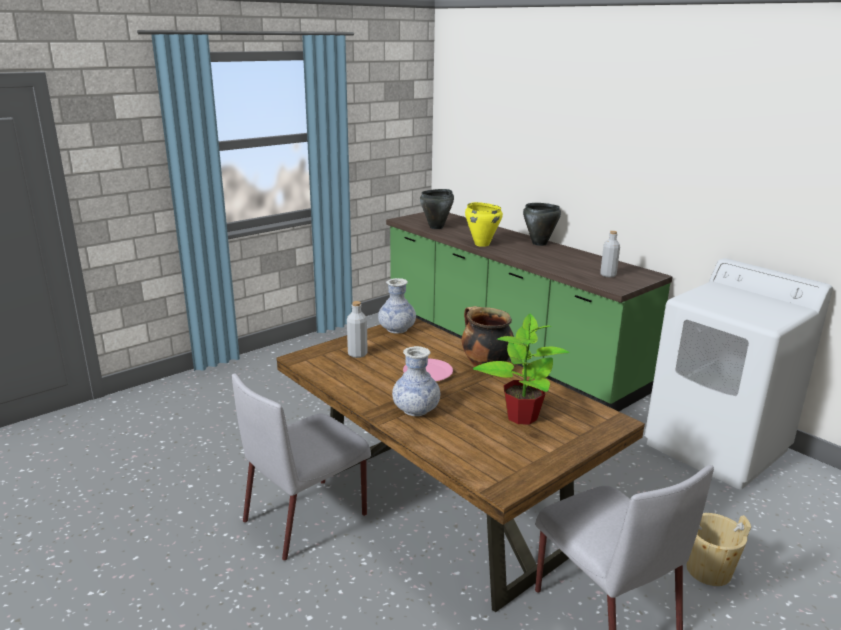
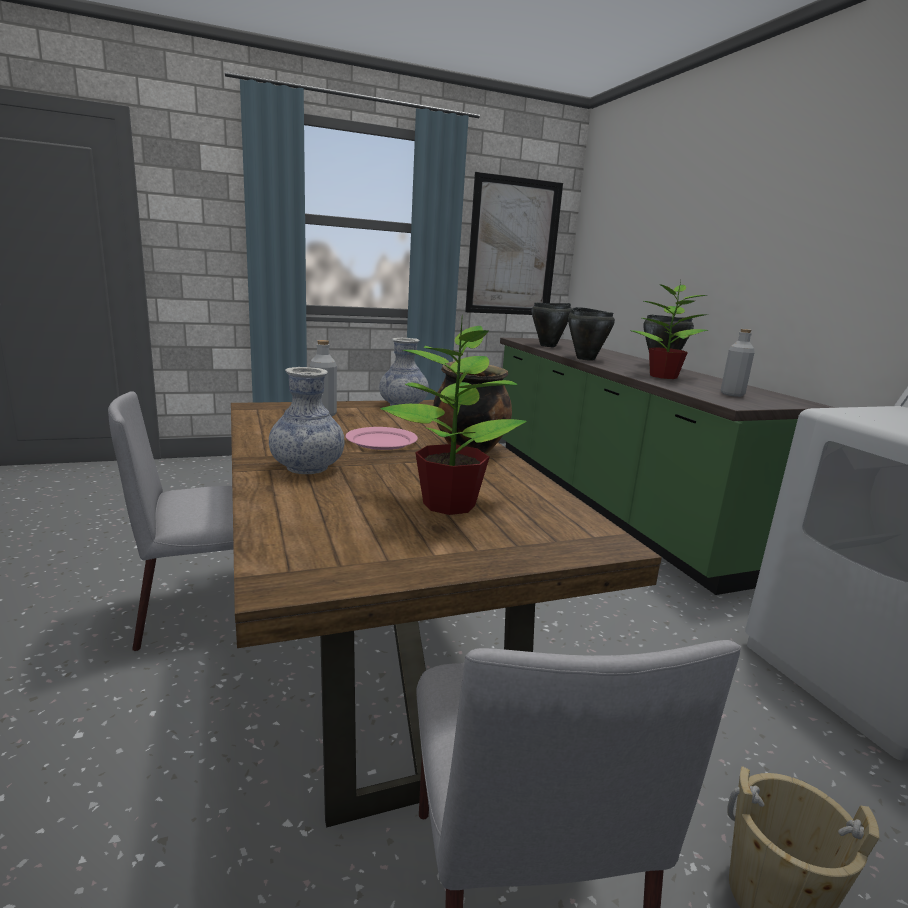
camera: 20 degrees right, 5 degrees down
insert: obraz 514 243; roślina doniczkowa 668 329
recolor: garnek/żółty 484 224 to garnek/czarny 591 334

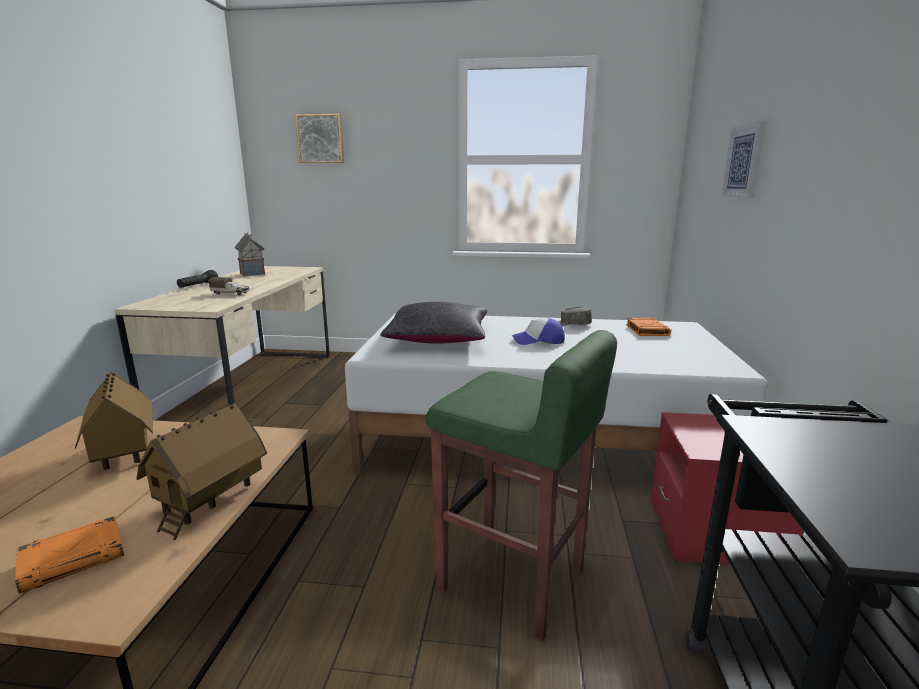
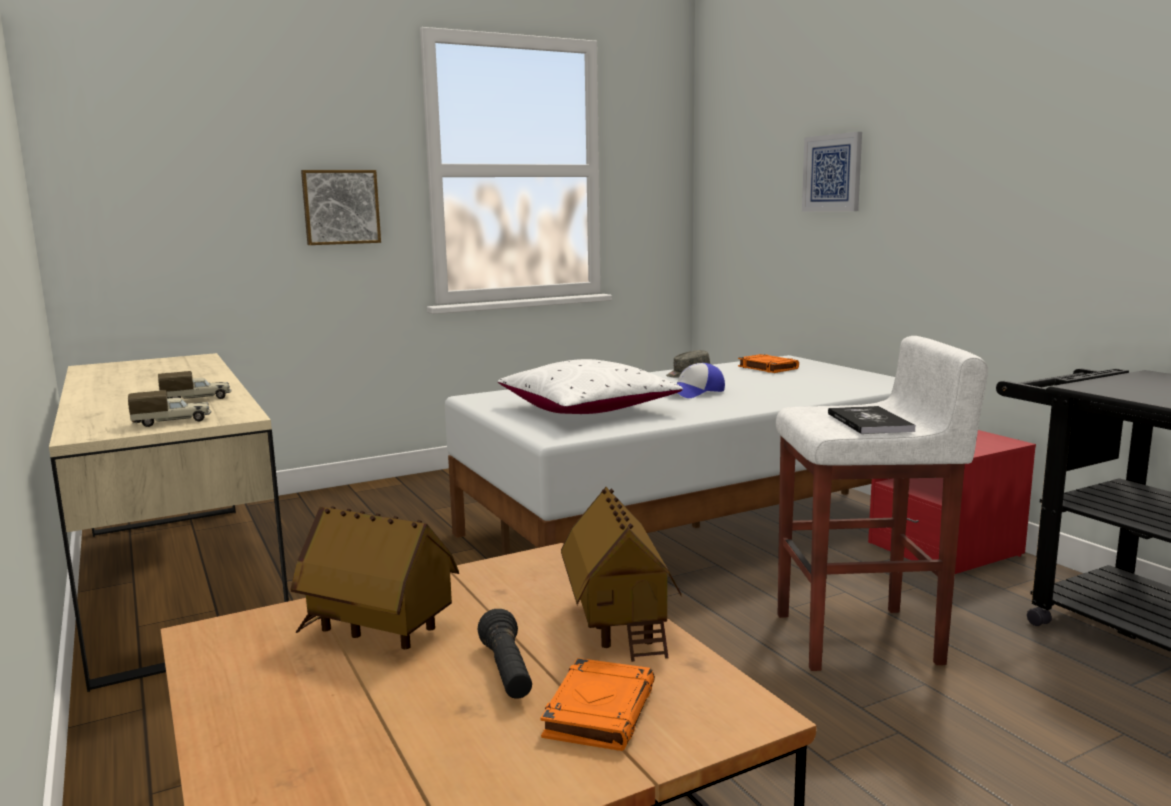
camera: 35 degrees left, 5 degrees down
delete: domek 250 255
insert: ciężarówka zabawkowa 169 408; książka 872 420
move: obraz 319 138 to 341 207; latarka/czarny 197 279 to 504 654
recolor: poduszka/czarny 433 323 to poduszka/biały 590 386; stołek/zielony 521 485 to stołek/biały 882 503

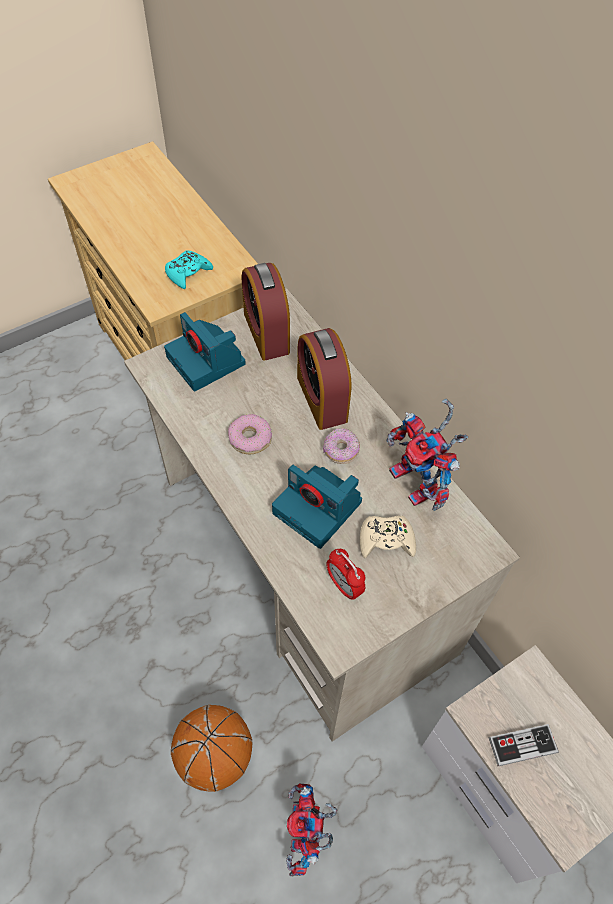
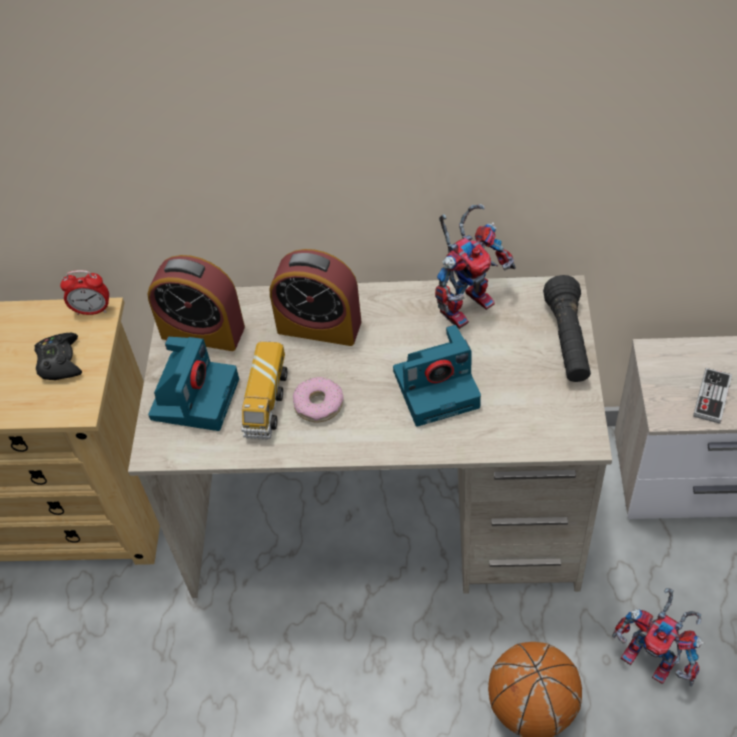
camera: 50 degrees left, 5 degrees down
delete: donut 341 446; pad do gier/beżowy 388 537
insert: latarka/czarny 567 328; ciężarówka zabawkowa 264 390
move: budzik 345 574 to 84 292
recolor: pad do gier/turkusowy 189 269 to pad do gier/czarny 58 356
rotate: aparat fotograficzny 205 351 = 193 384 75 degrees counterclockwise; robot zabawkowy 427 454 = 475 266 45 degrees counterclockwise

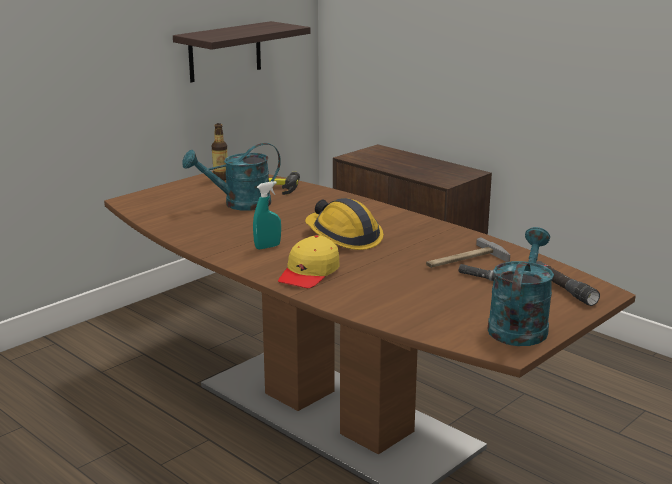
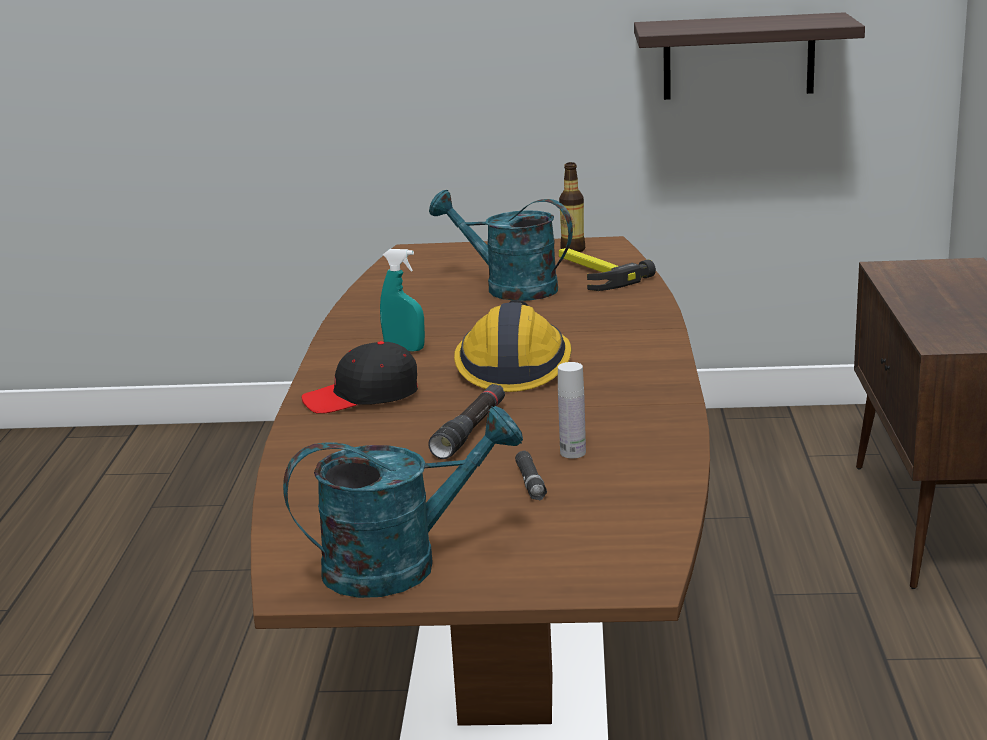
camera: 50 degrees right, 0 degrees up
move: latarka/czarny 568 283 to 466 421
replace: młotek 468 252 to butelka/biały 572 410
recolor: czapka z daszkiem/żółty 309 261 to czapka z daszkiem/czarny 360 377

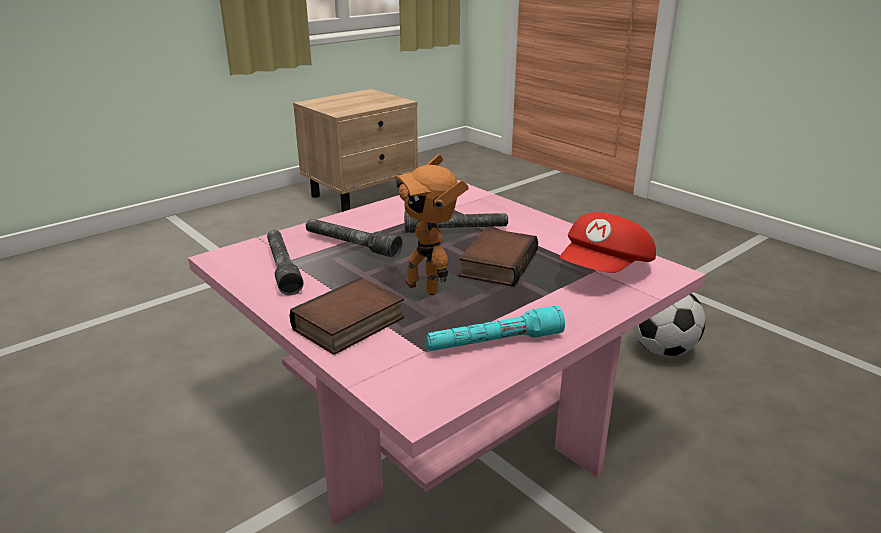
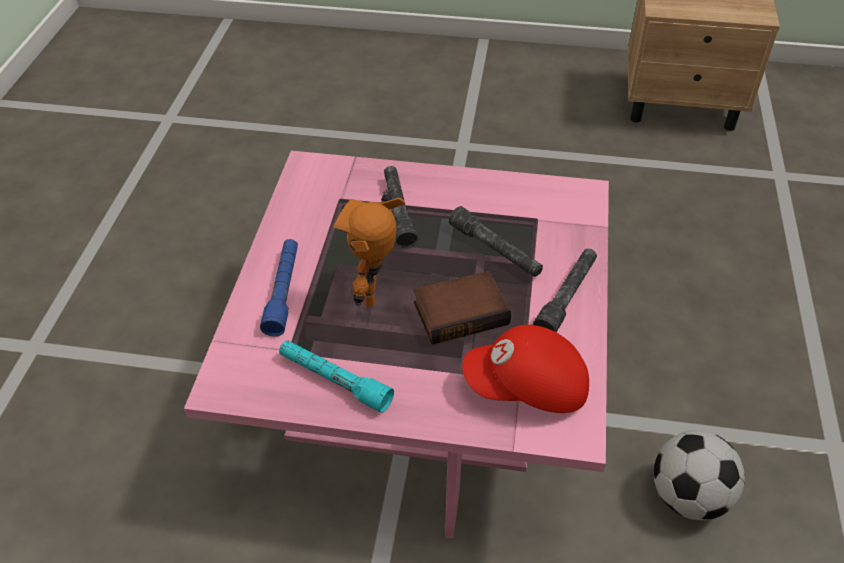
camera: 50 degrees right, 20 degrees up
move: latarka/szary 285 262 to 565 290
replace: książka 346 316 to latarka/niebieski 279 287

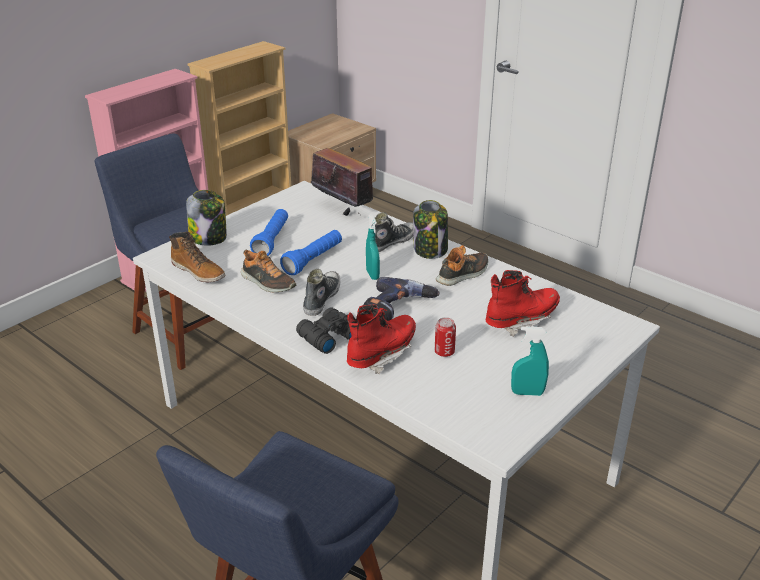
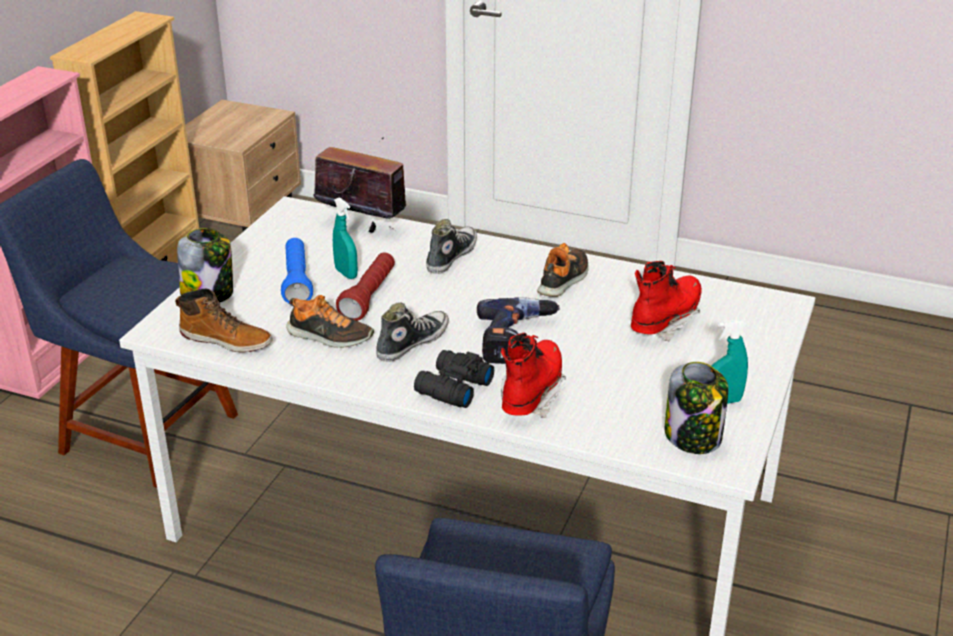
camera: 20 degrees left, 0 degrees up
delete: puszka 445 337
move: słoik 430 229 to 696 408; spryskiwacz/turkusowy 373 247 to 345 238
recolor: latarka/niebieski 311 252 to latarka/czerwony 365 287
rotate: but 321 292 = 412 332 45 degrees clockwise

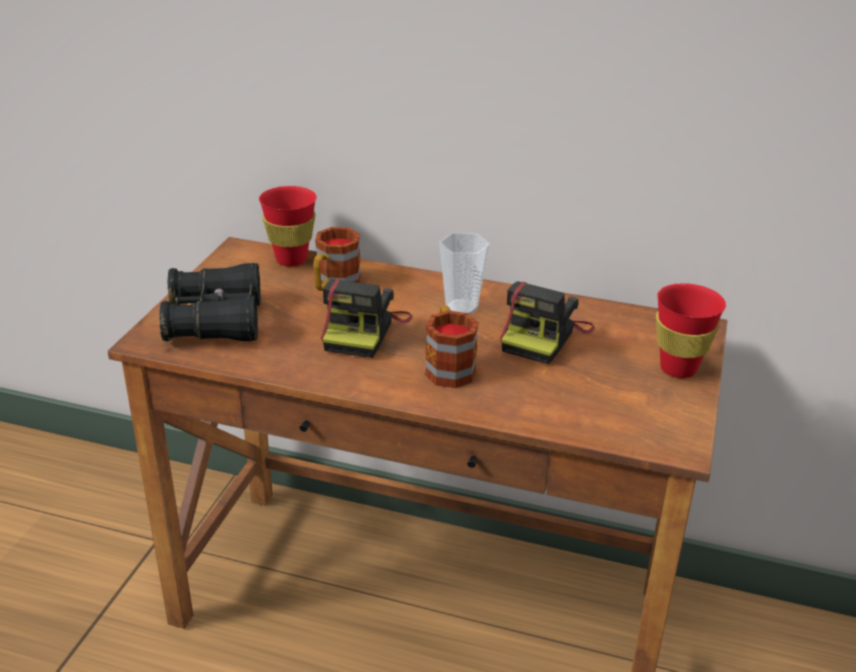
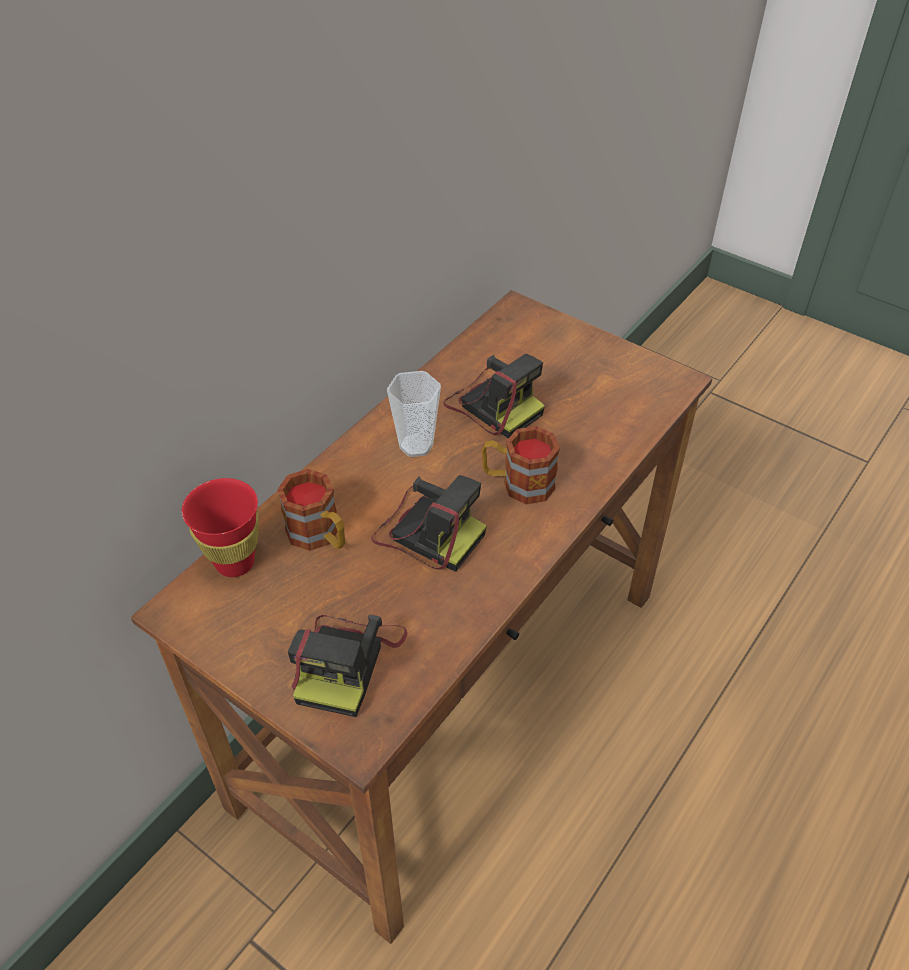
camera: 70 degrees left, 15 degrees up
delete: filiżanka/czerwony 691 330
replace: lornetka/czarny 209 302 to aparat fotograficzny 347 666

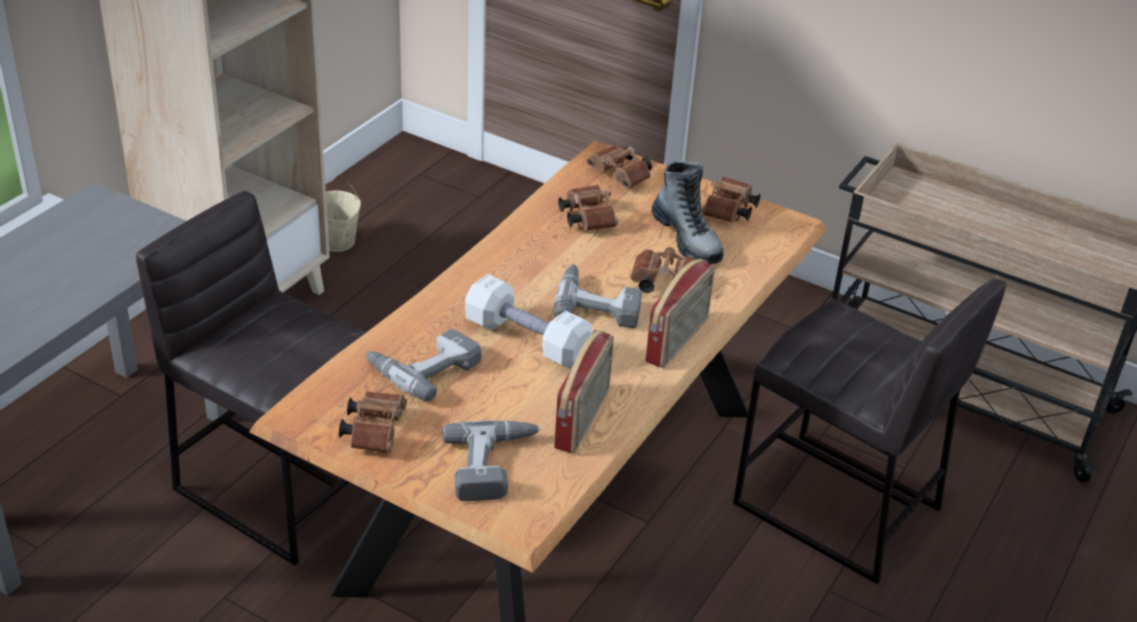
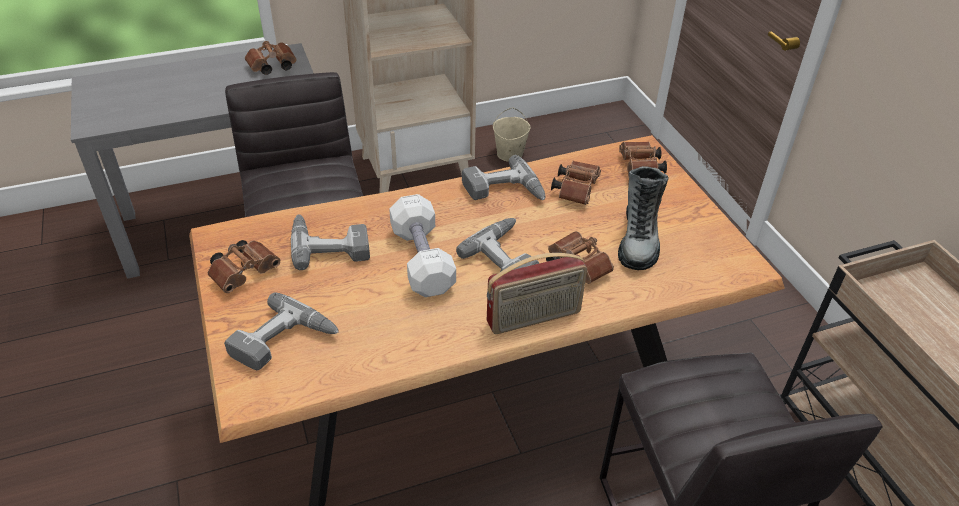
camera: 40 degrees right, 5 degrees up
delete: radio 584 391
insert: wiertarka 504 177
move: lornetka/brązowy 731 199 to 270 58

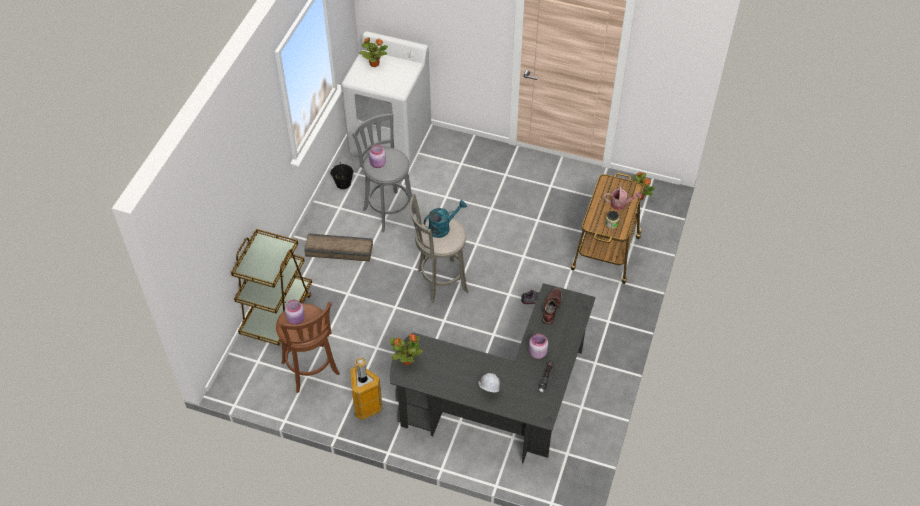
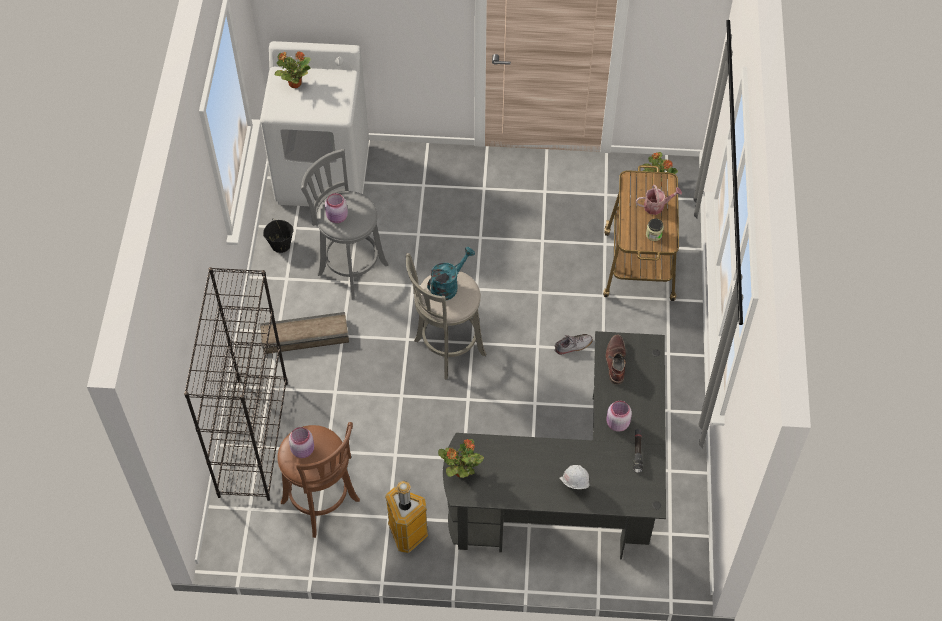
camera: 15 degrees left, 5 degrees up
replace: wózek/brązowy 271 287 to regał/czarny 236 384

